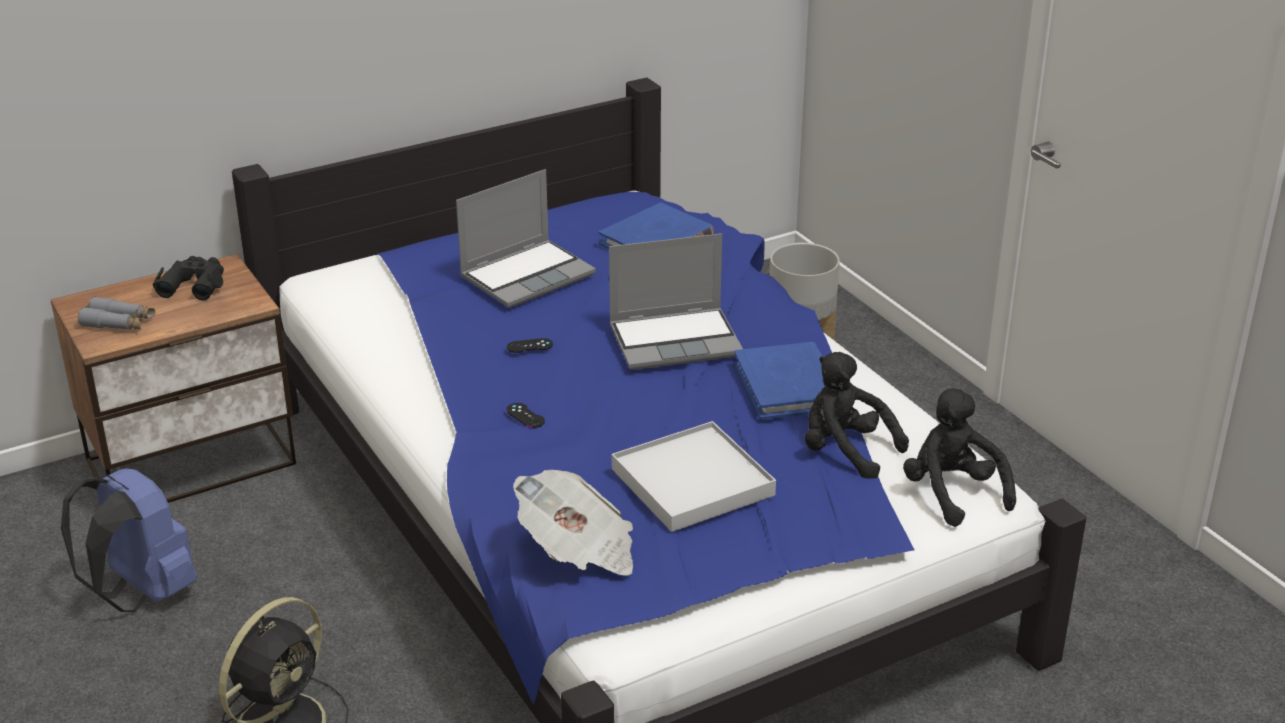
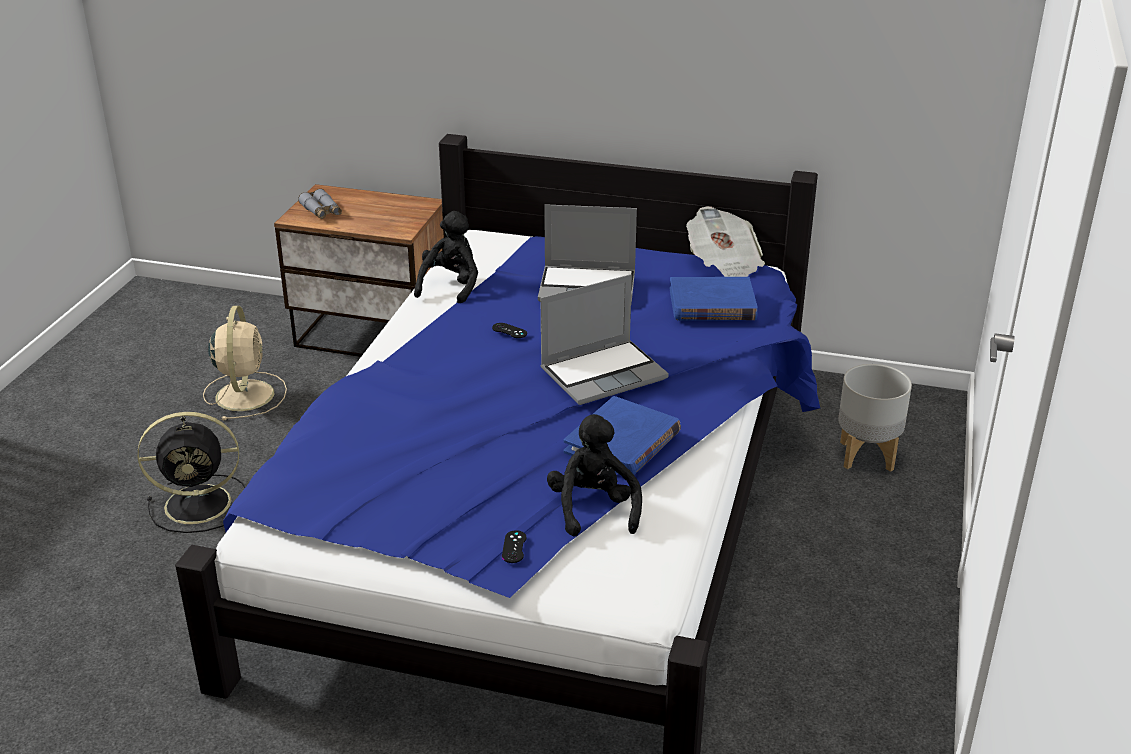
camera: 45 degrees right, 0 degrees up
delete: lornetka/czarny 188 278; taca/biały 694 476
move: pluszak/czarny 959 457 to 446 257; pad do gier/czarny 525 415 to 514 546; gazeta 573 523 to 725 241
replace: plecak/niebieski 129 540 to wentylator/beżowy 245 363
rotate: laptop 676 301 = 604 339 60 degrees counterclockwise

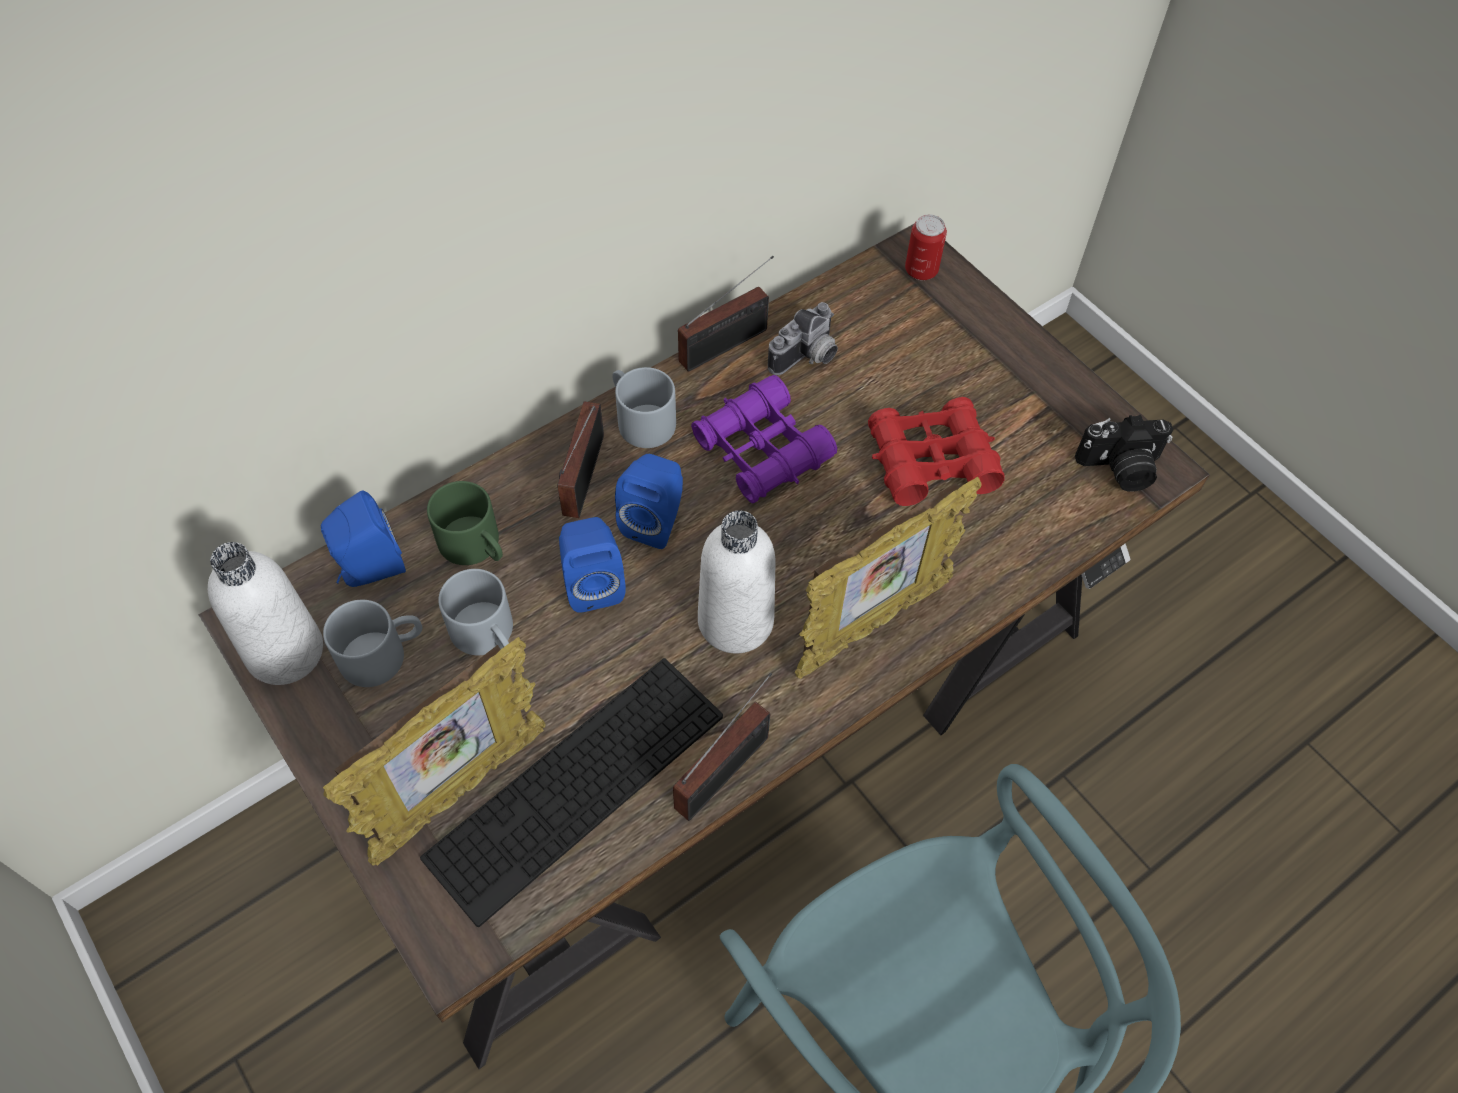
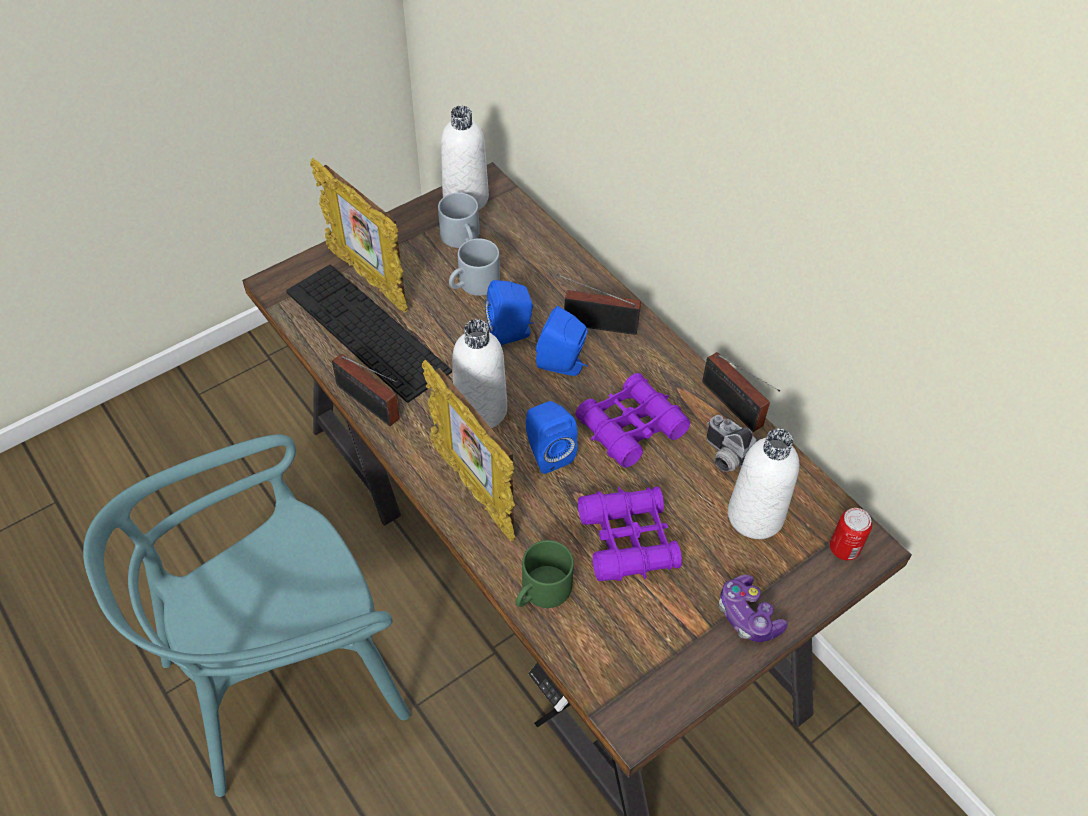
camera: 90 degrees right, 5 degrees down
delete: kubek/szary 644 407; aparat fotograficzny 1124 453
insert: butelka/biały 763 484; pad do gier 753 608
move: kubek/zielony 465 523 to 545 574; głośnik/niebieski 363 538 to 551 437
recolor: lornetka/czerwony 936 451 to lornetka/fioletowy 630 533

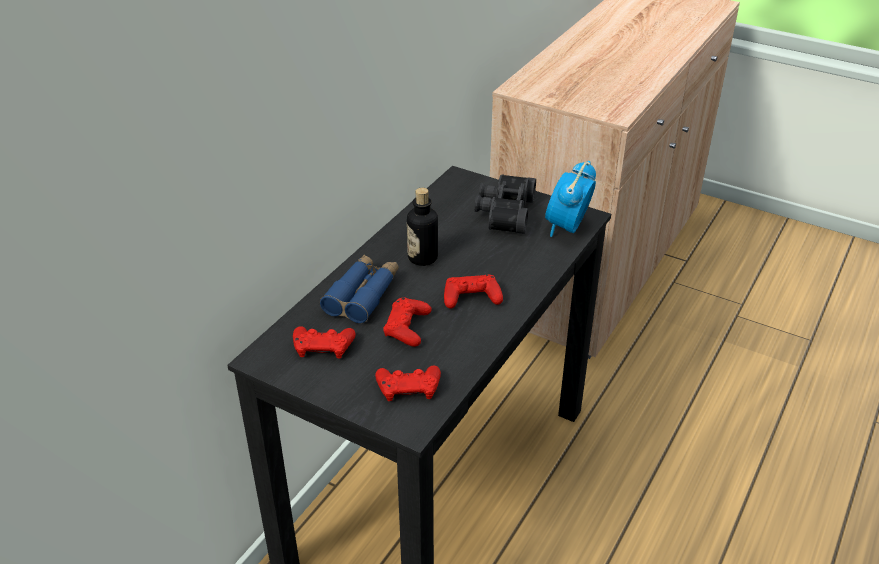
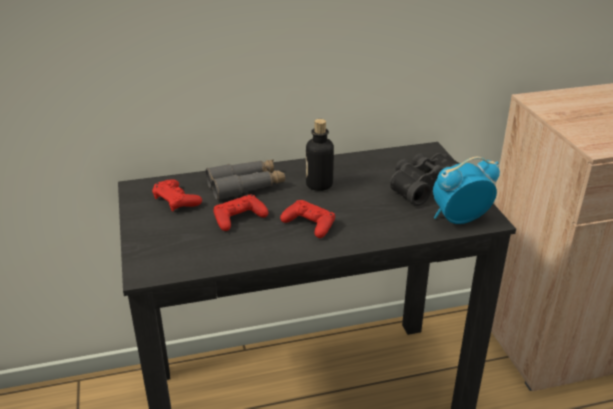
camera: 45 degrees right, 5 degrees down
delete: pad do gier/czerwony 408 383
recolor: lornetka/niebieski 359 288 to lornetka/szary 245 179

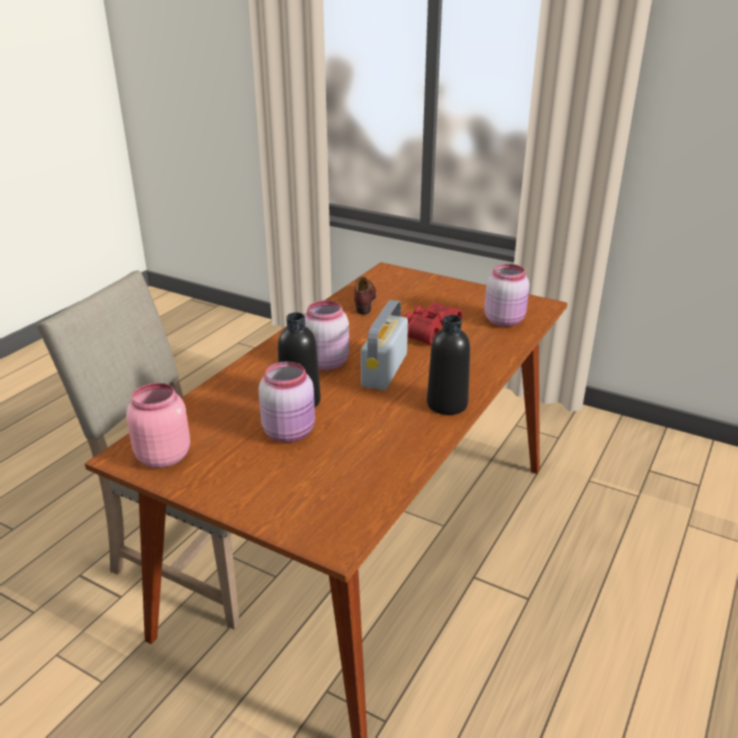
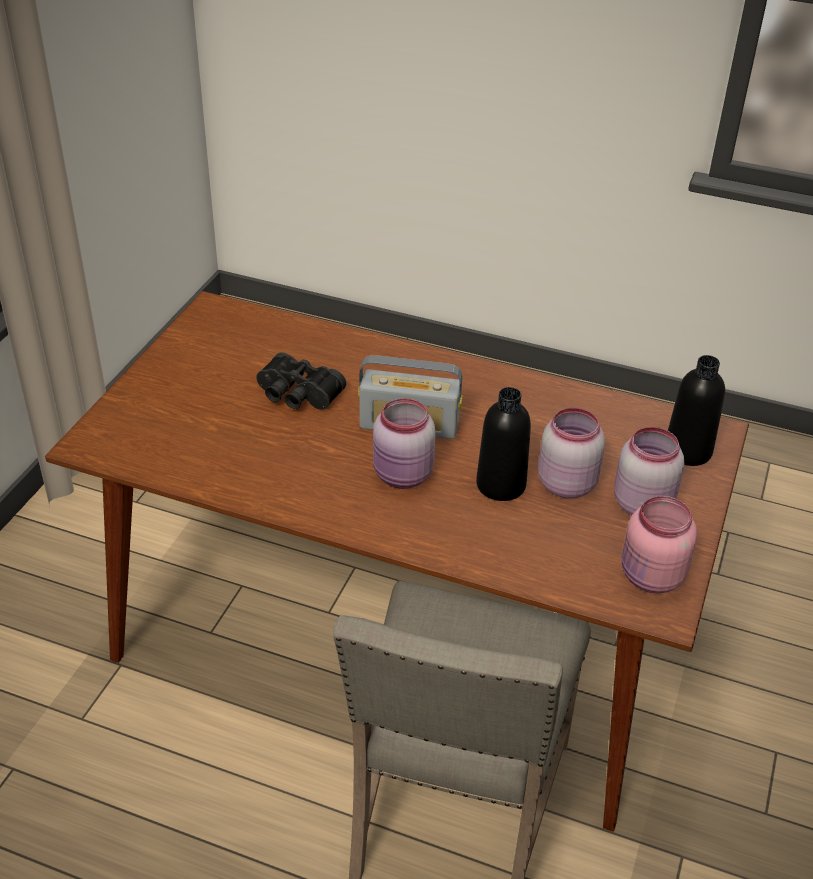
camera: 100 degrees left, 10 degrees up
delete: but/brązowy 365 295
move: słoik/różowy 506 295 to 649 471; butelka/czarny 448 365 to 696 410
recolor: lornetka/czerwony 434 324 to lornetka/czarny 301 381

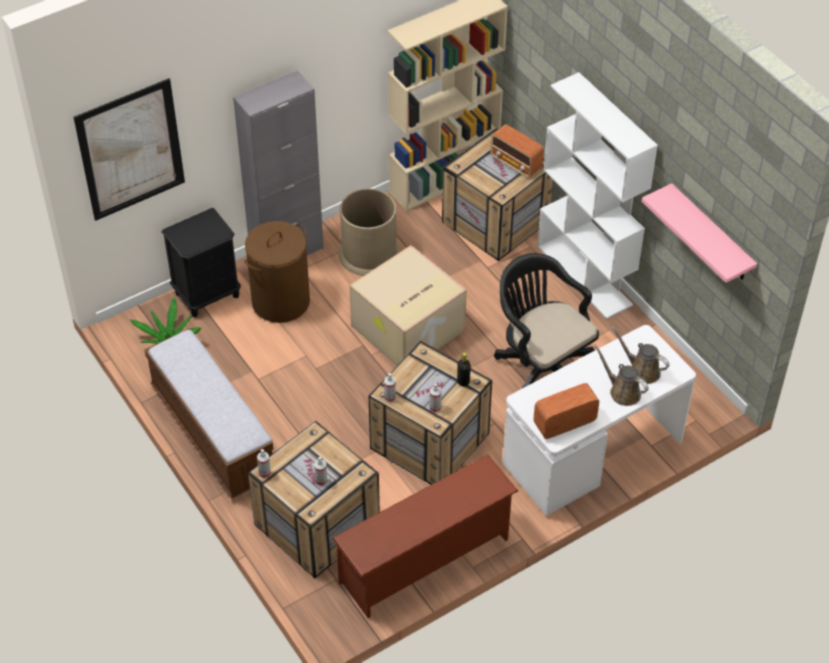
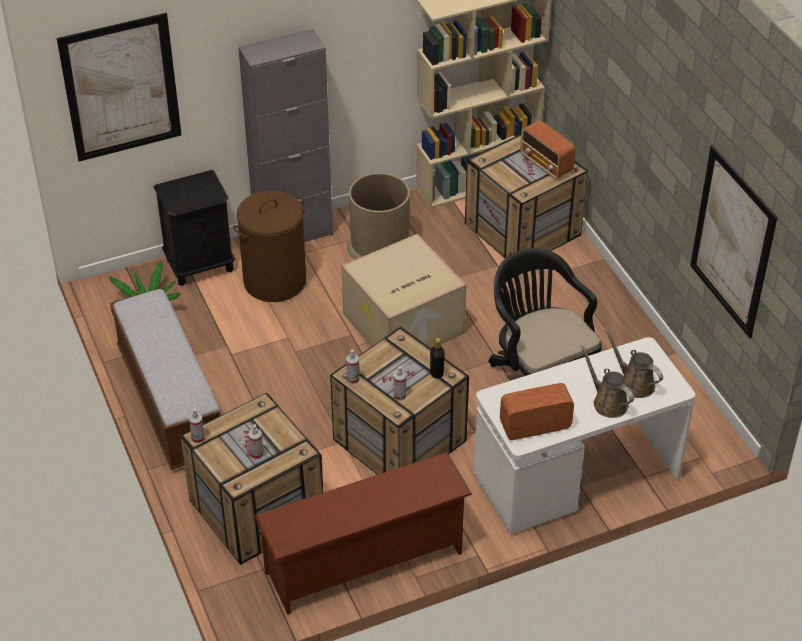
camera: 10 degrees right, 5 degrees down
delete: regał/biały 597 195
replace: półka/różowy 699 233 to obraz 733 241

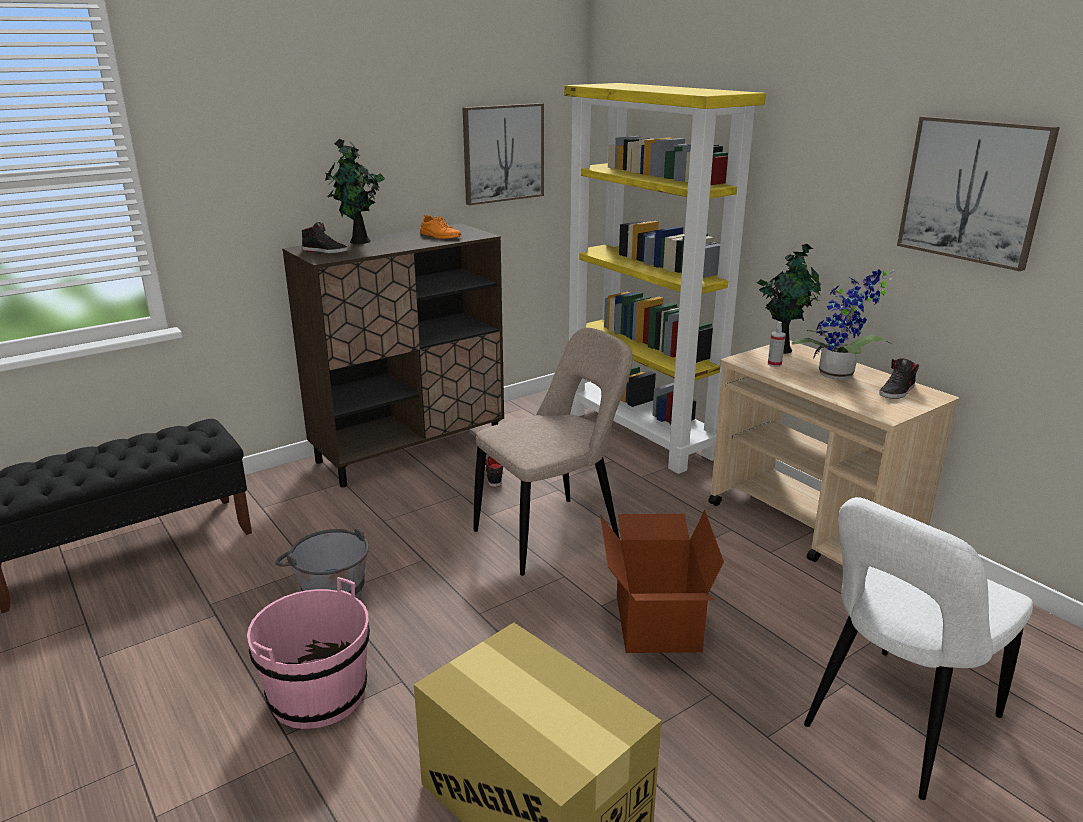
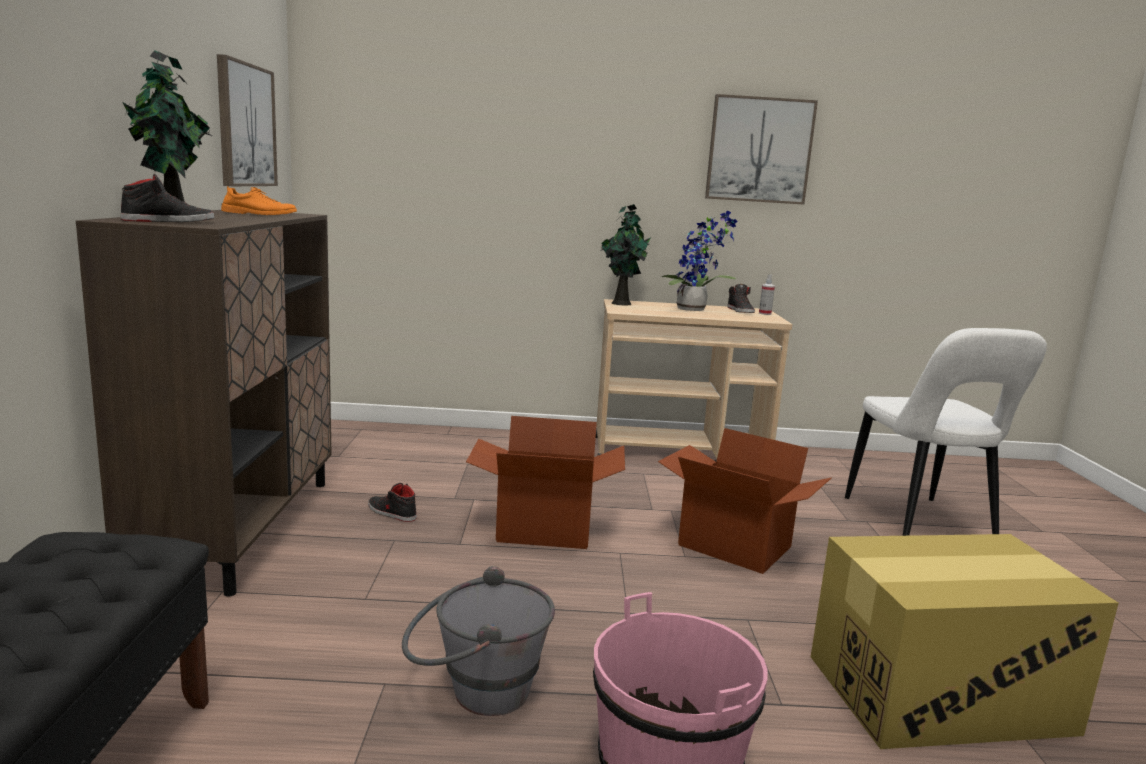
camera: 55 degrees left, 10 degrees down
delete: regał/żółty 665 278
move: spryskiwacz 777 344 to 767 295
replace: krzesło/beżowy 553 452 to karton 545 482

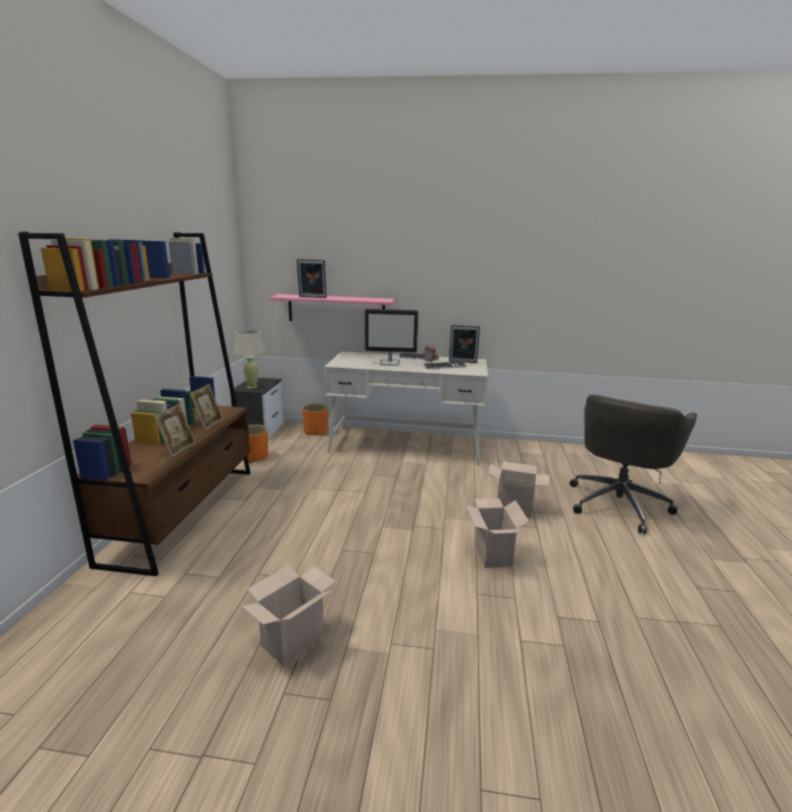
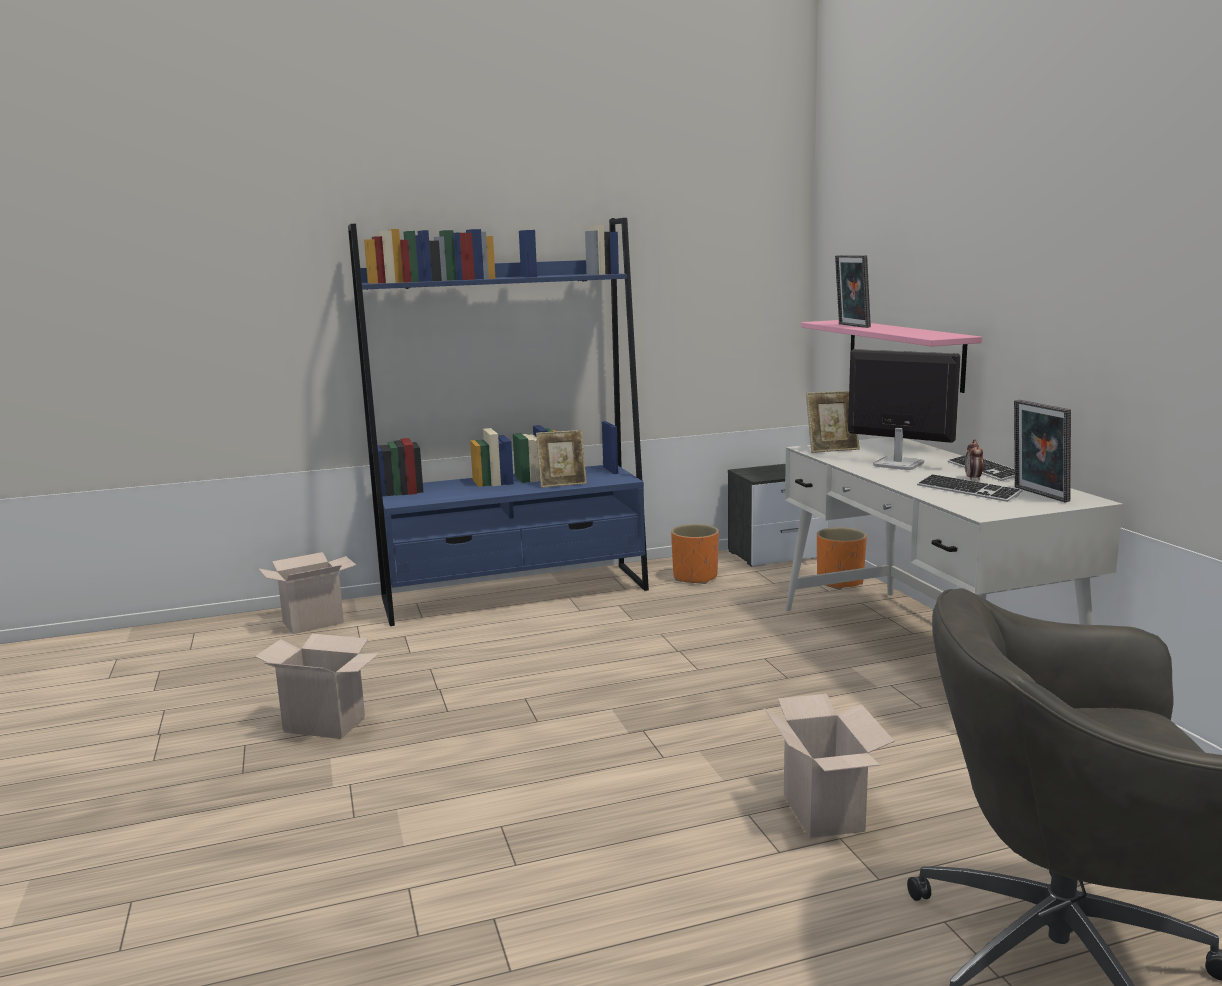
camera: 65 degrees right, 5 degrees down
delete: lampa stołowa/beżowy 249 359
move: ramka na zdjęcie 175 430 to 833 422; karton 497 533 to 307 593
recolor: regał/brązowy 134 404 to regał/niebieski 498 422
rotate: monitor 392 337 = 904 409 150 degrees clockwise

